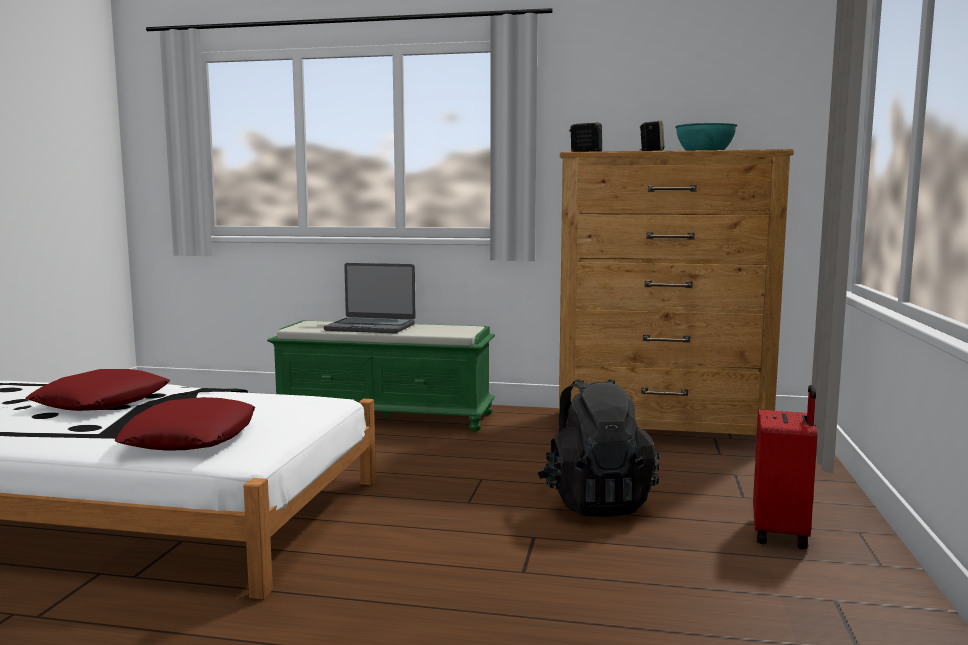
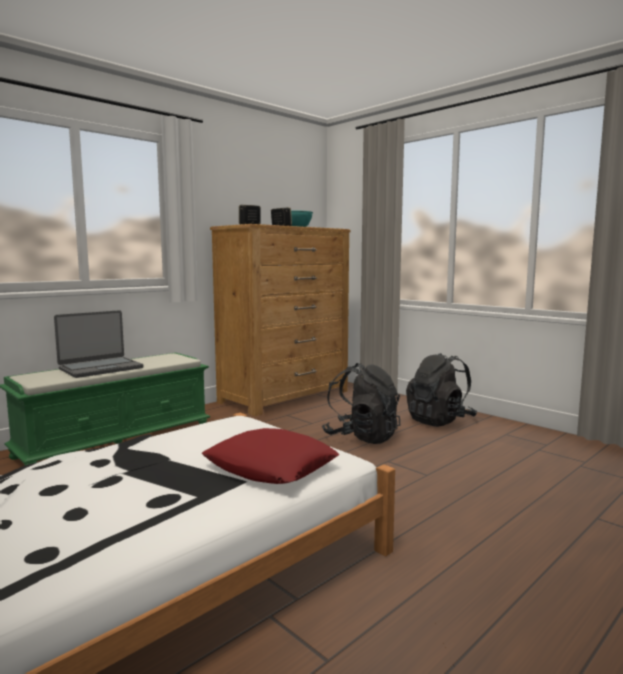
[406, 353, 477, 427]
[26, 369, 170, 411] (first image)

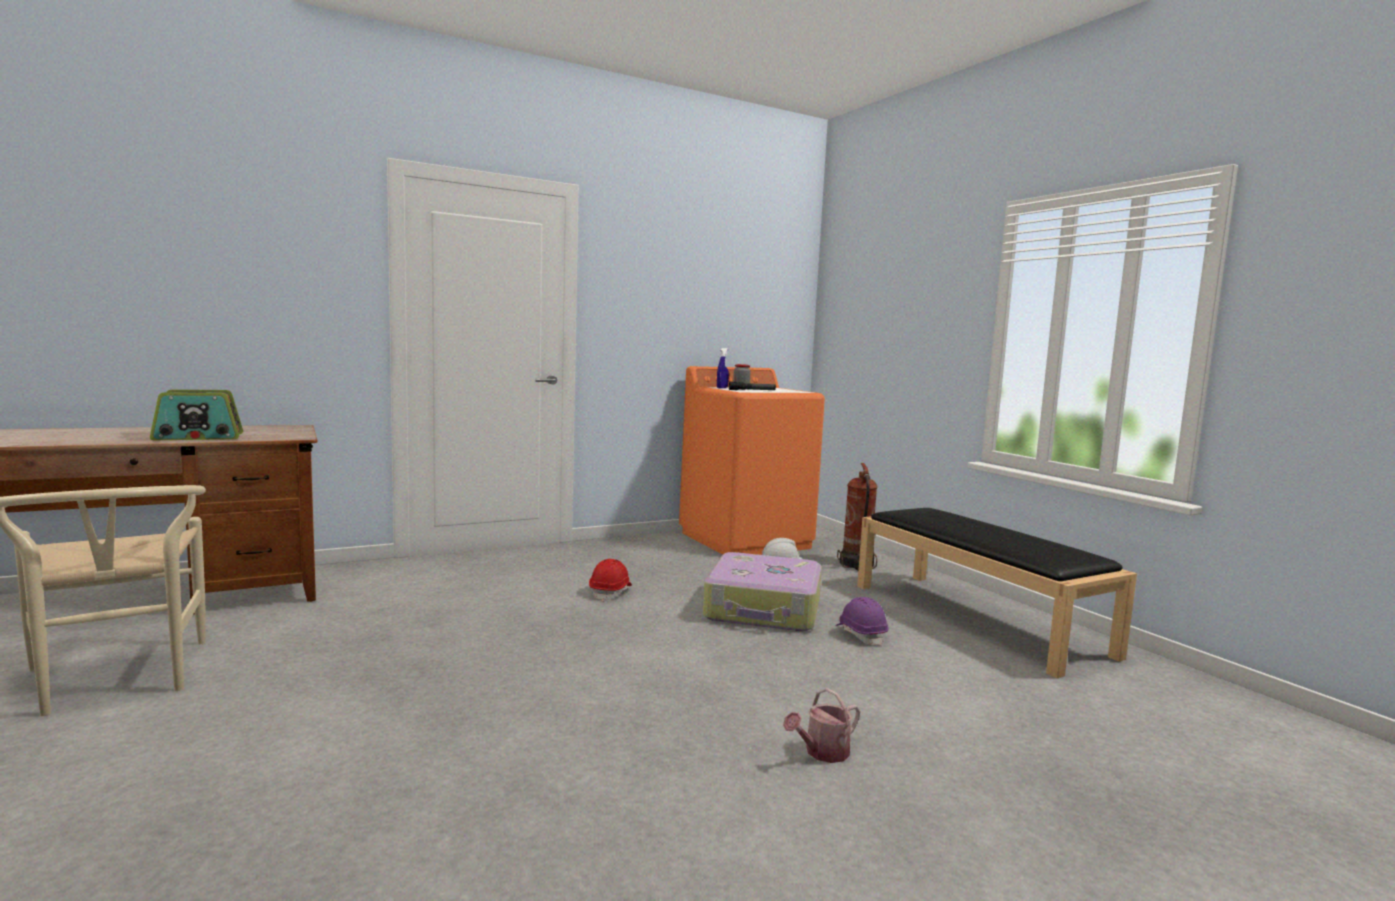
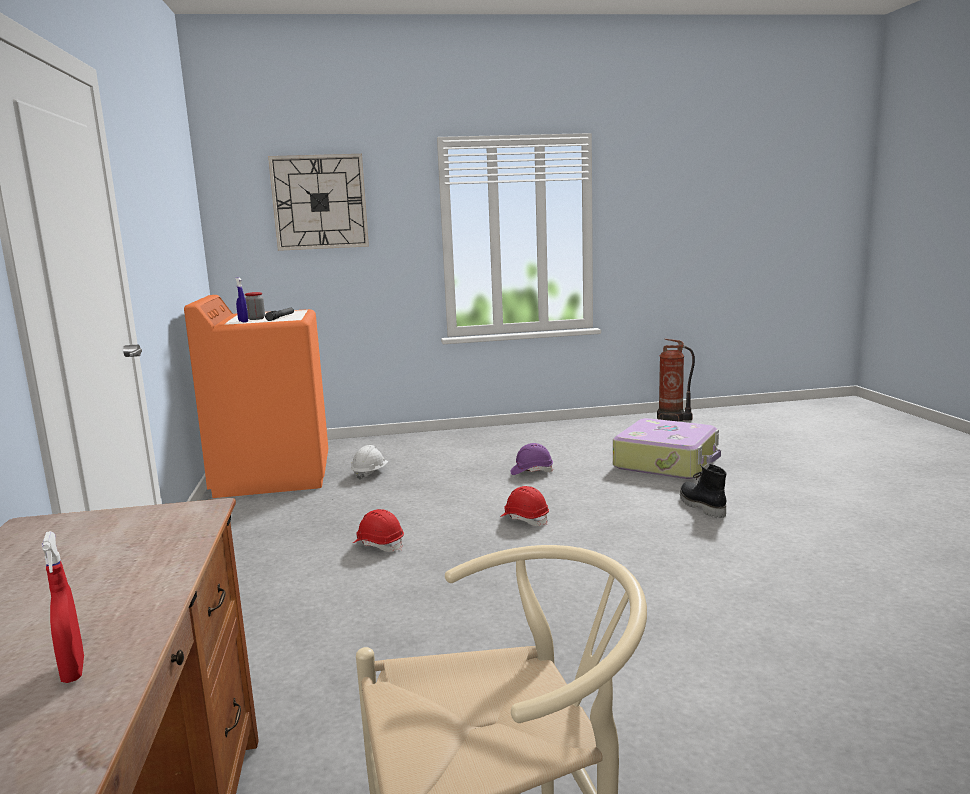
[42, 531, 84, 683]
[268, 154, 369, 251]
[500, 486, 549, 526]
[613, 418, 721, 479]
[657, 339, 695, 422]
[680, 464, 727, 518]
[150, 389, 243, 440] (first image)
[857, 508, 1137, 678] (first image)

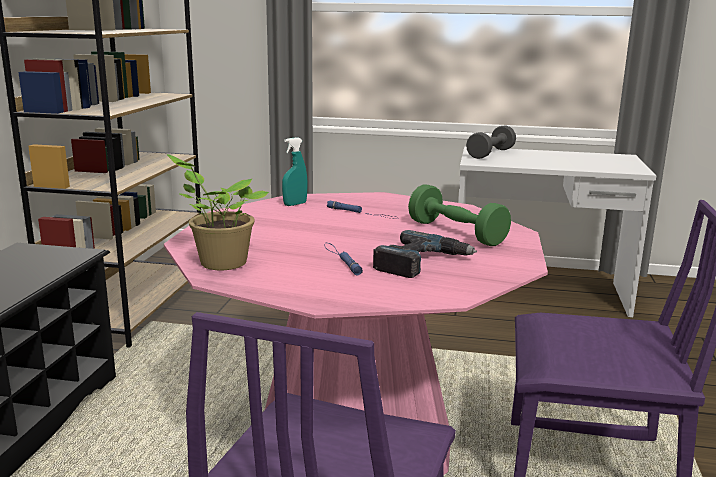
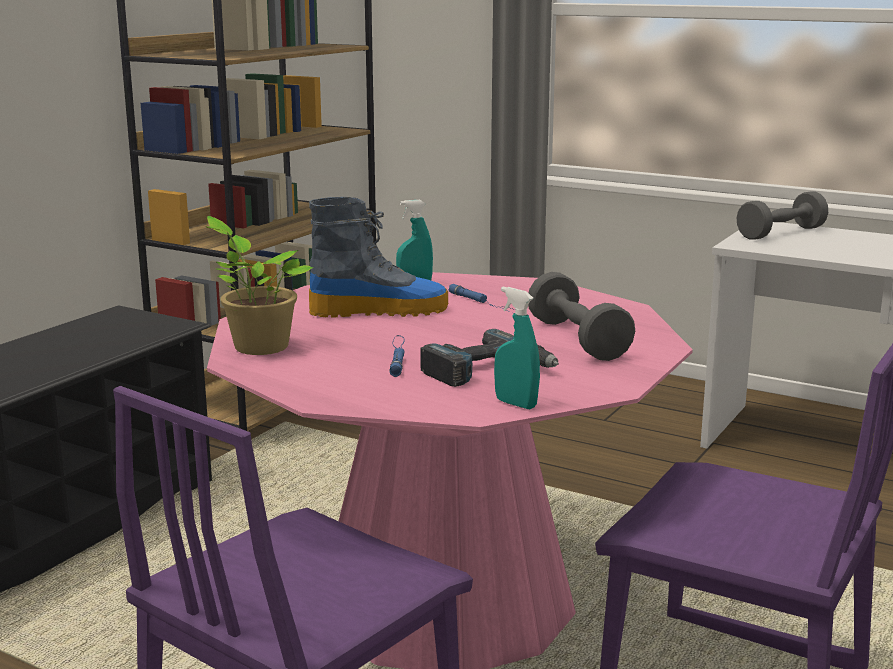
[309, 197, 448, 318]
[494, 287, 540, 409]
[528, 272, 635, 361]

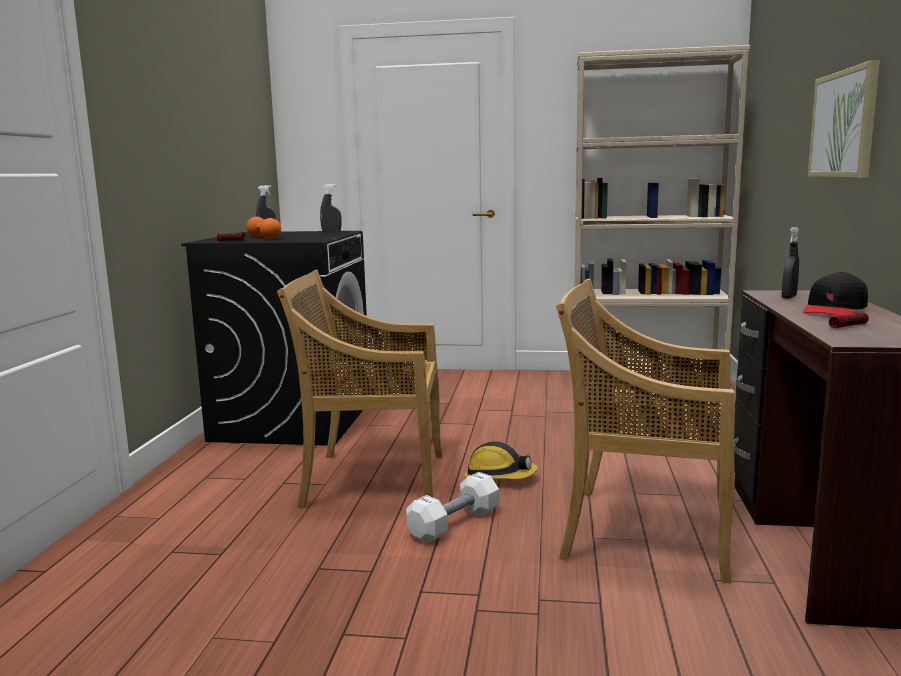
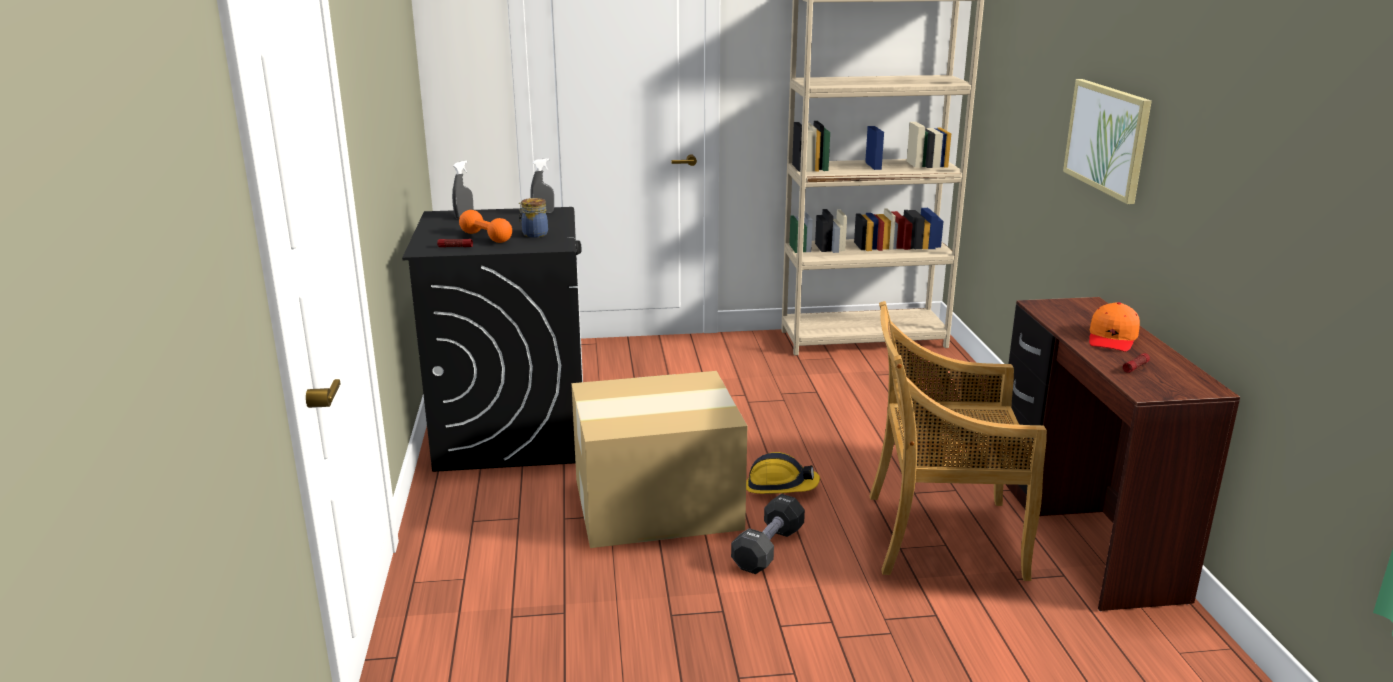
[519, 198, 548, 238]
[571, 371, 747, 548]
[731, 494, 805, 574]
[1089, 302, 1140, 352]
[782, 227, 799, 299] (first image)

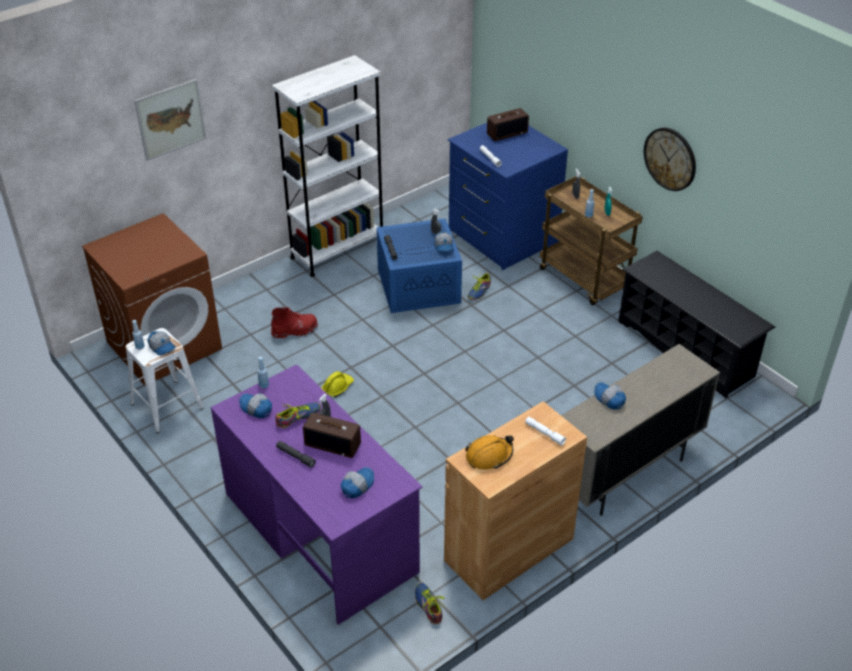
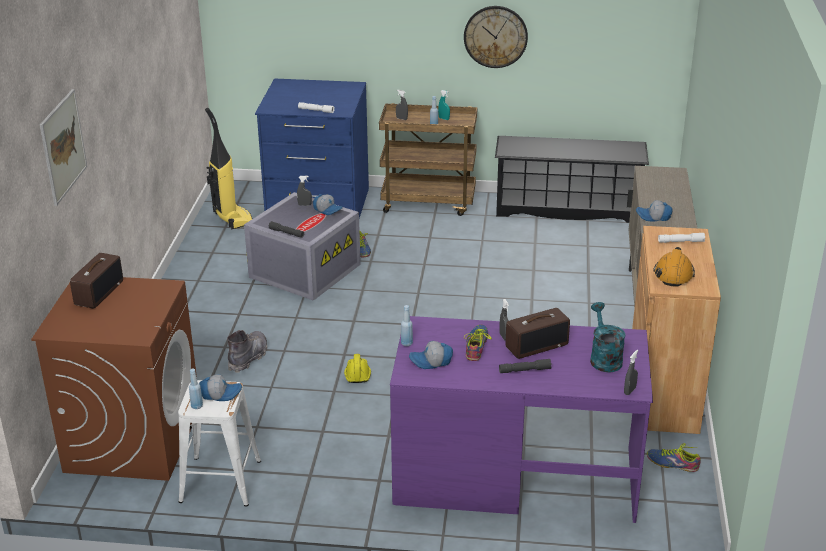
[70, 253, 123, 308]
[205, 108, 252, 229]
[227, 330, 267, 373]
[244, 192, 361, 301]
[590, 302, 626, 373]
[624, 350, 638, 395]
[271, 55, 383, 277] (first image)

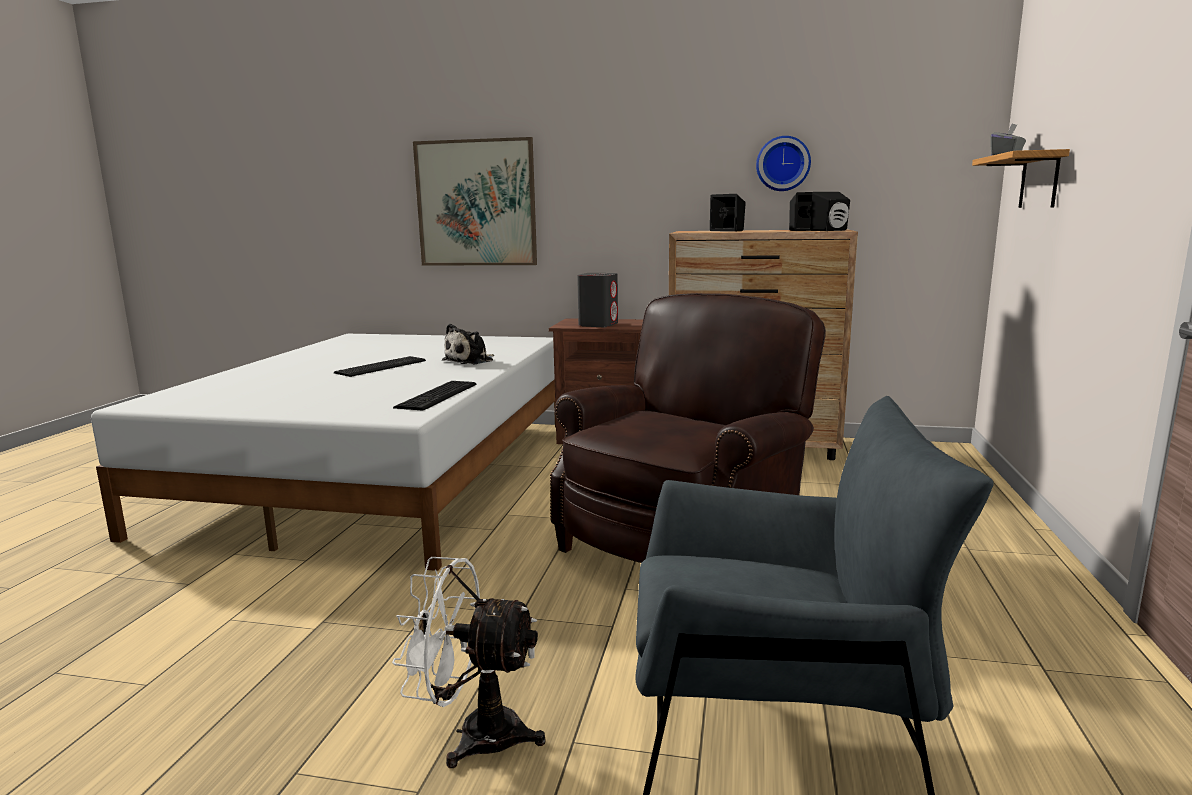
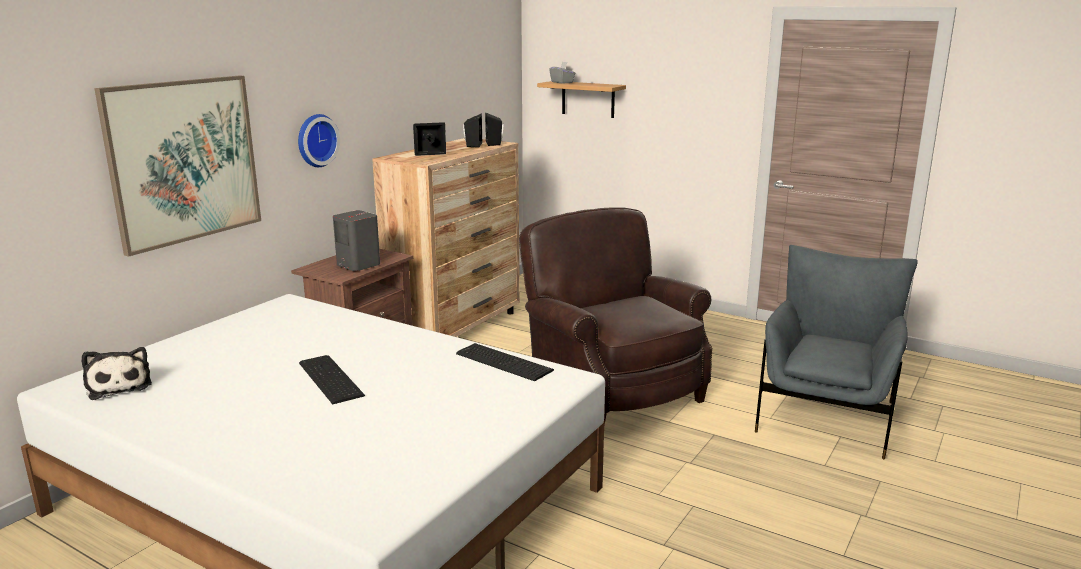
[81, 347, 152, 400]
[298, 114, 340, 167]
[392, 557, 546, 768] (first image)

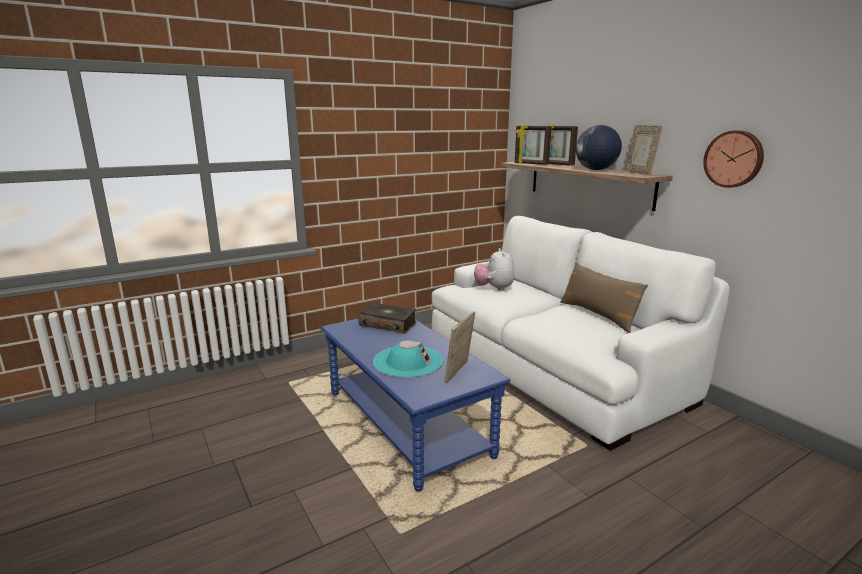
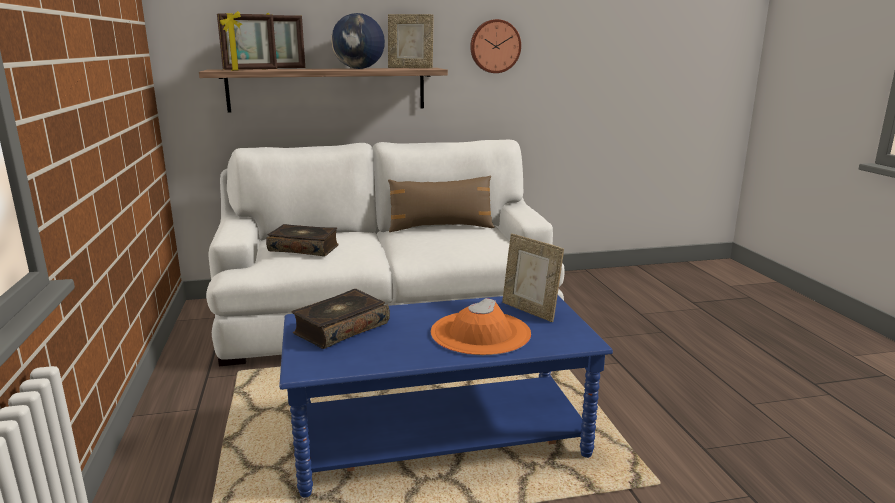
[266, 224, 339, 256]
[431, 298, 531, 355]

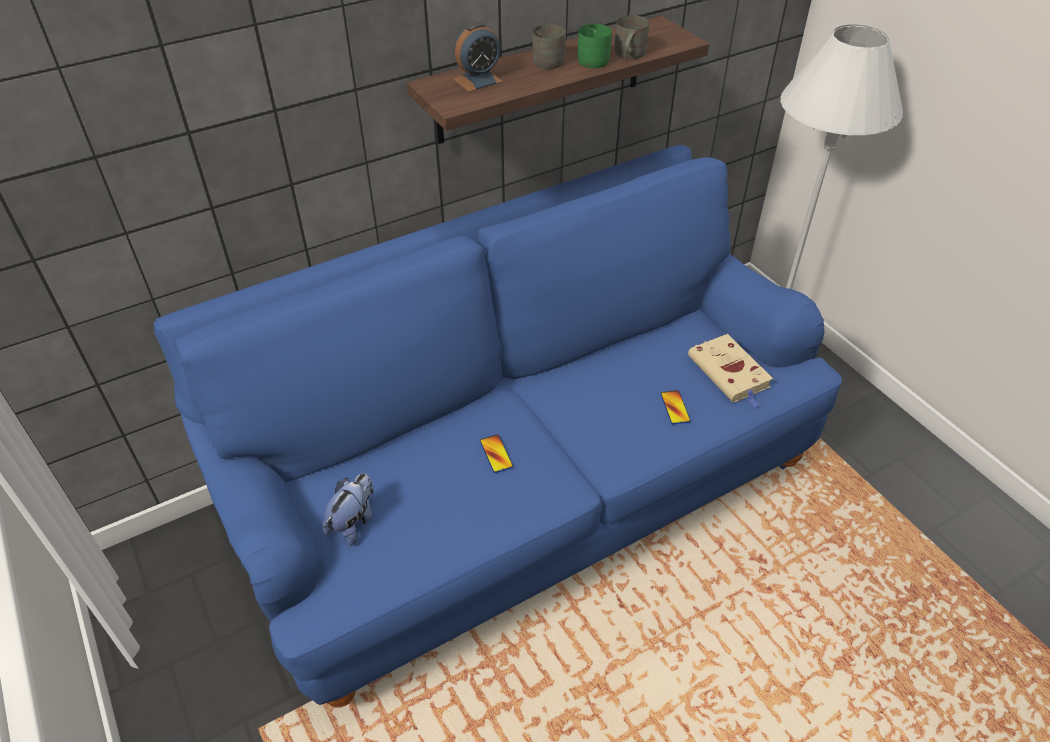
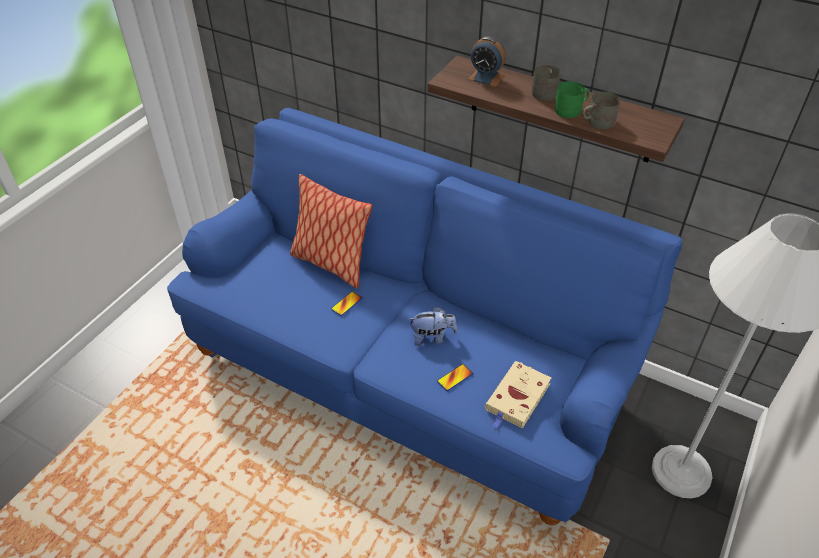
[290, 174, 373, 288]
[409, 307, 457, 346]

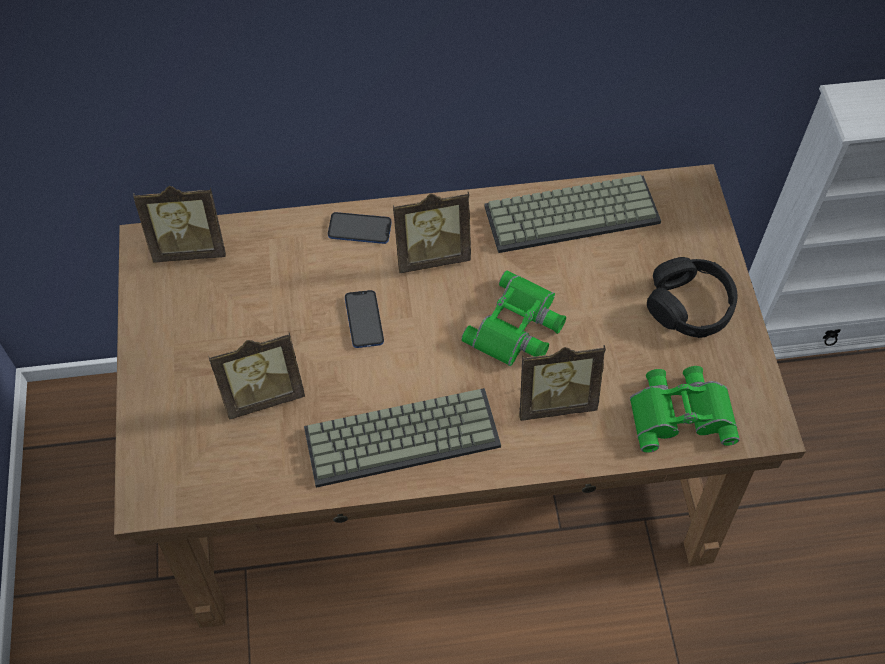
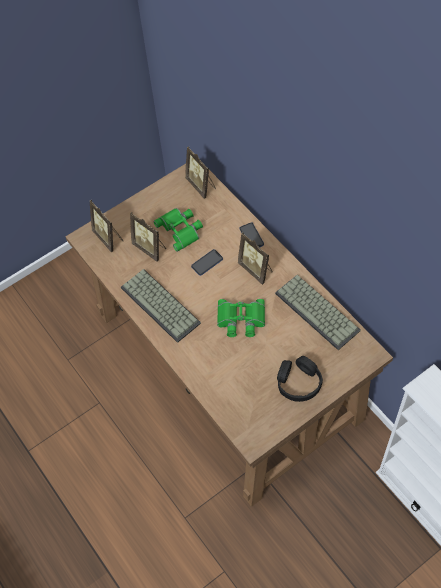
[90, 200, 123, 252]
[154, 208, 203, 252]

